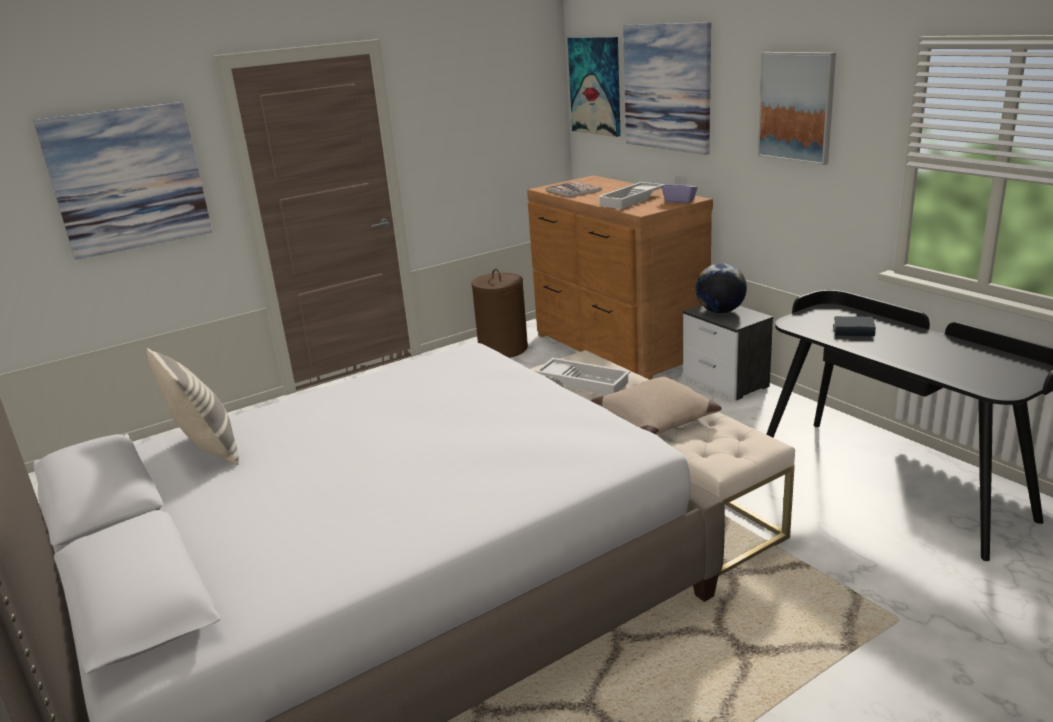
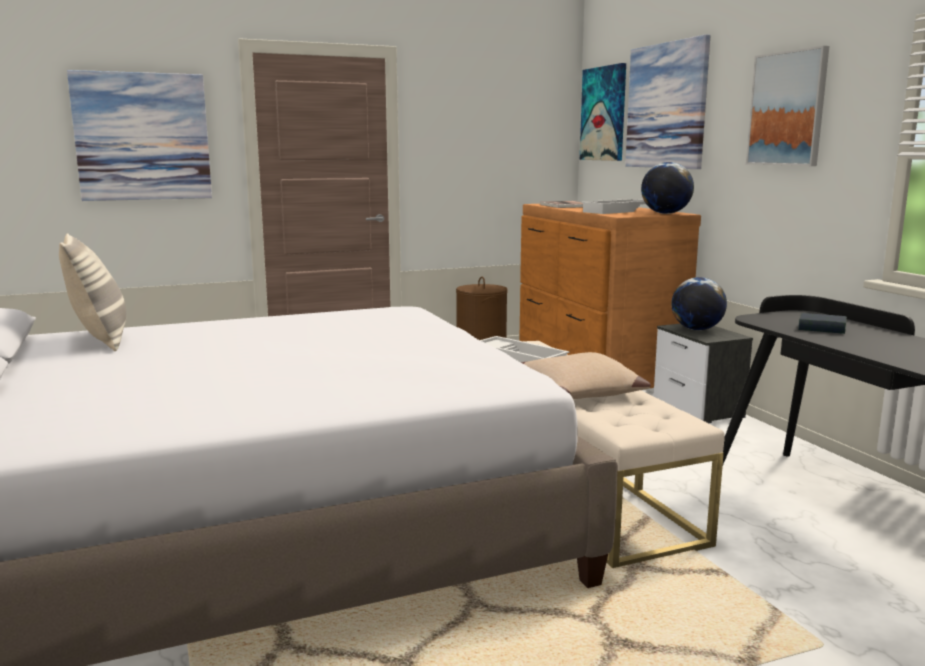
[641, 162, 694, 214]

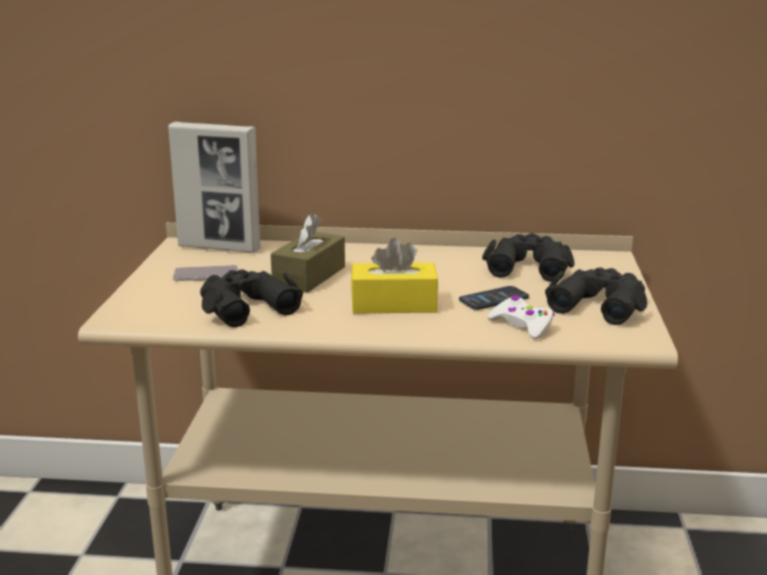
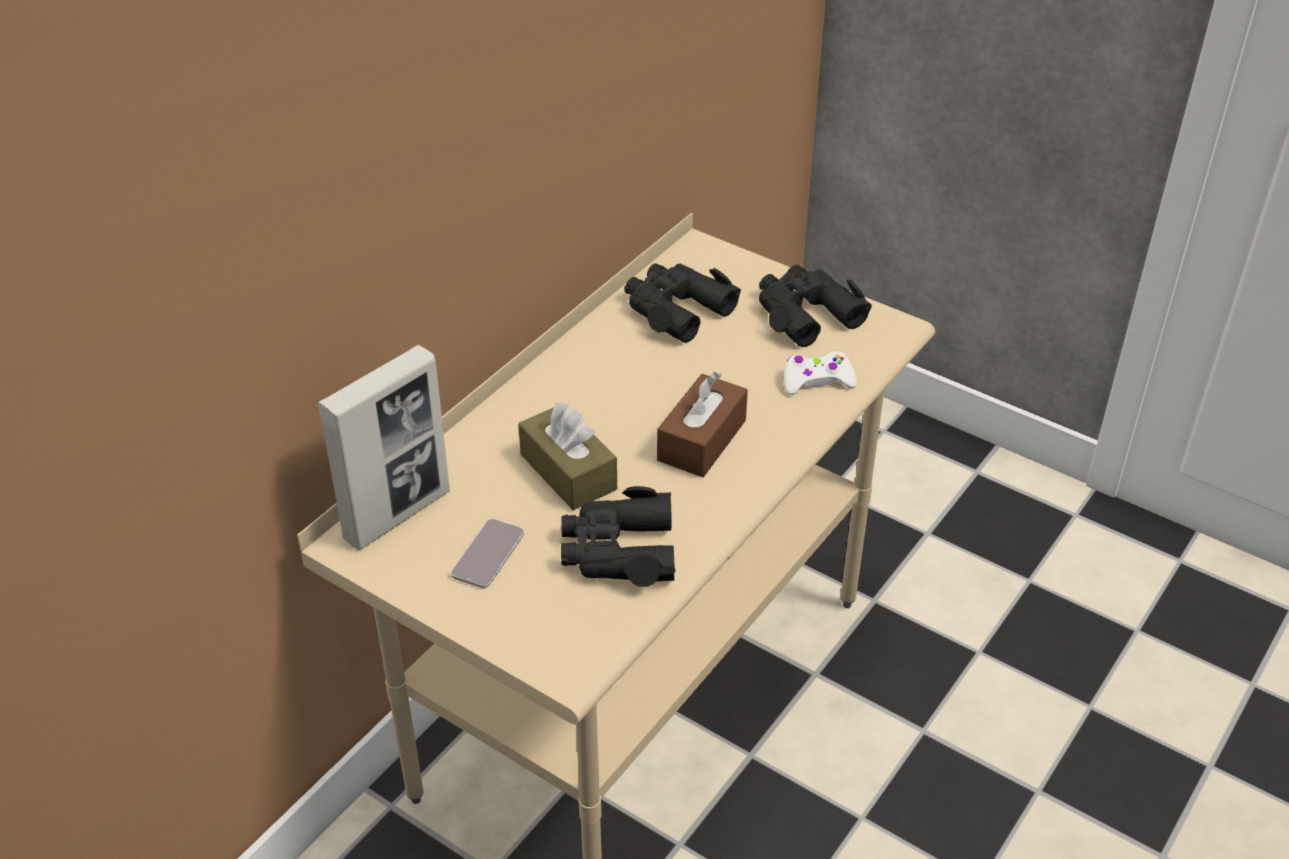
[657, 372, 748, 477]
[459, 286, 529, 310] (first image)

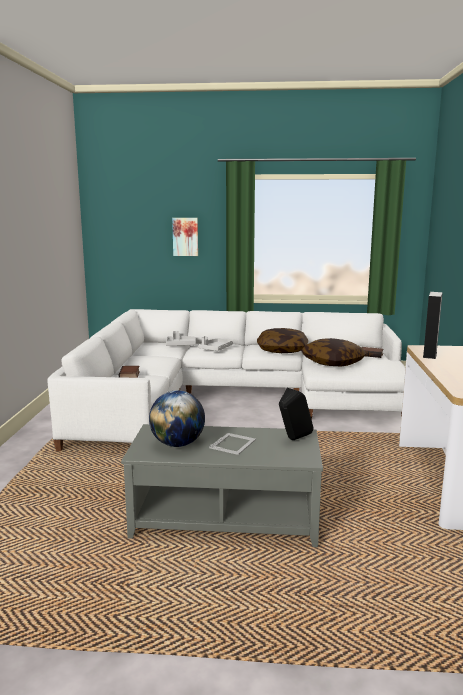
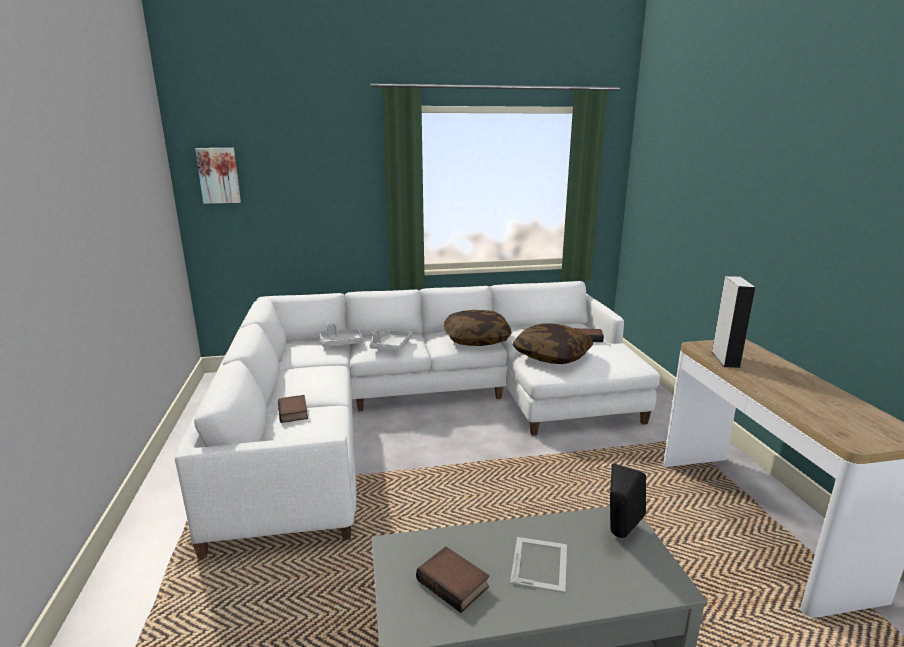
[195, 148, 241, 204]
[416, 547, 489, 613]

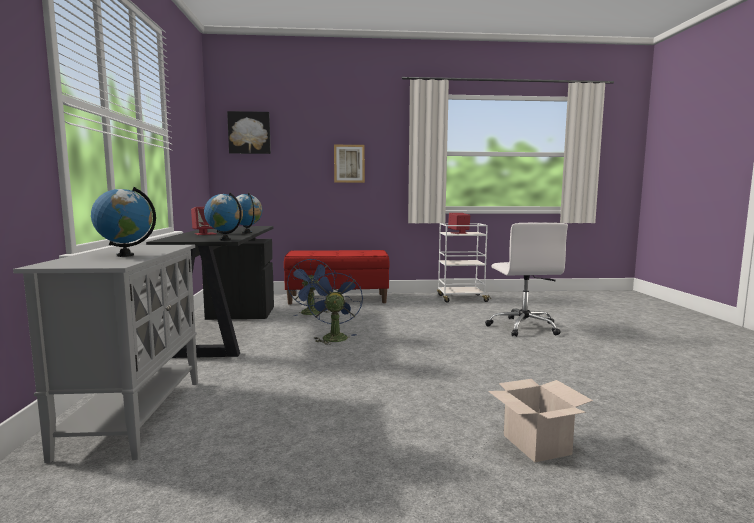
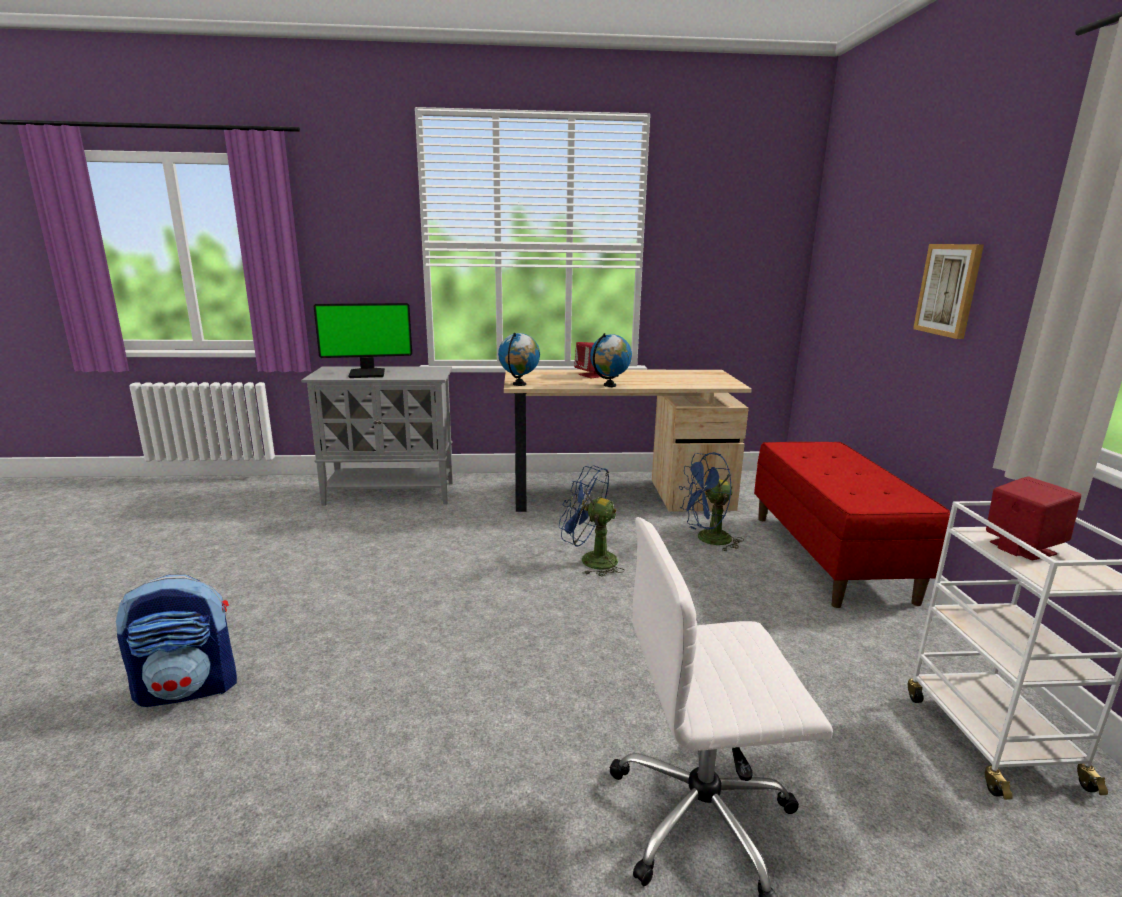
[116, 575, 237, 707]
[314, 303, 412, 378]
[504, 370, 752, 512]
[559, 466, 625, 577]
[227, 111, 271, 154] (first image)

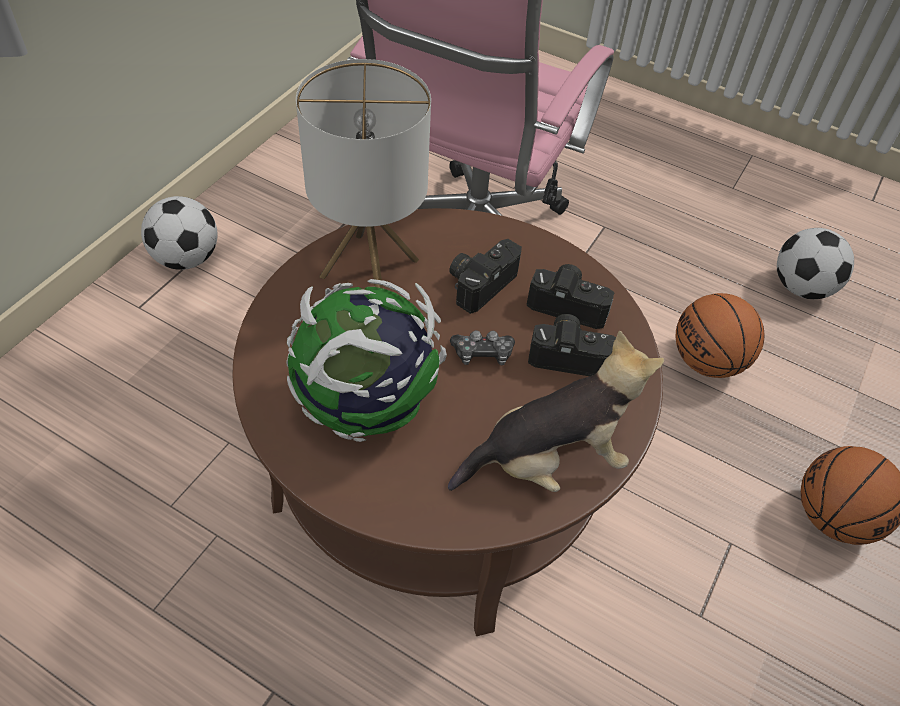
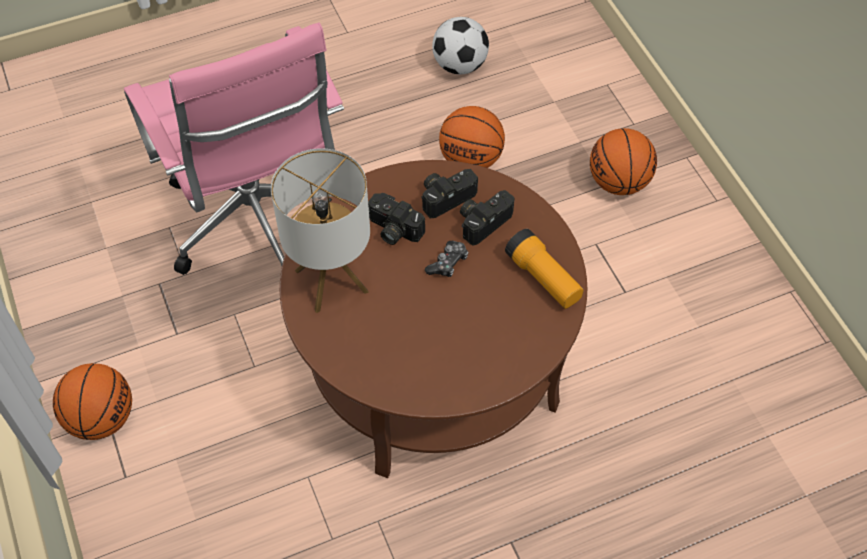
[53, 363, 132, 440]
[368, 193, 425, 245]
[505, 229, 584, 309]
[286, 279, 447, 442] (first image)

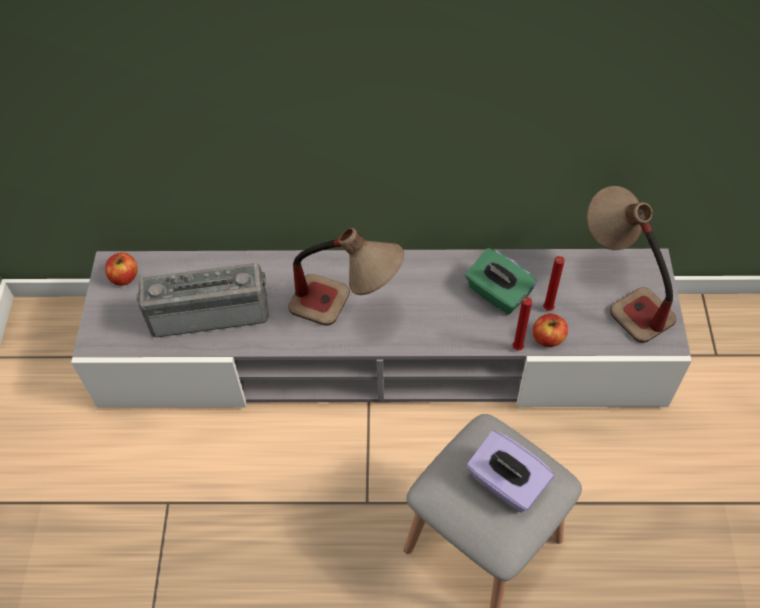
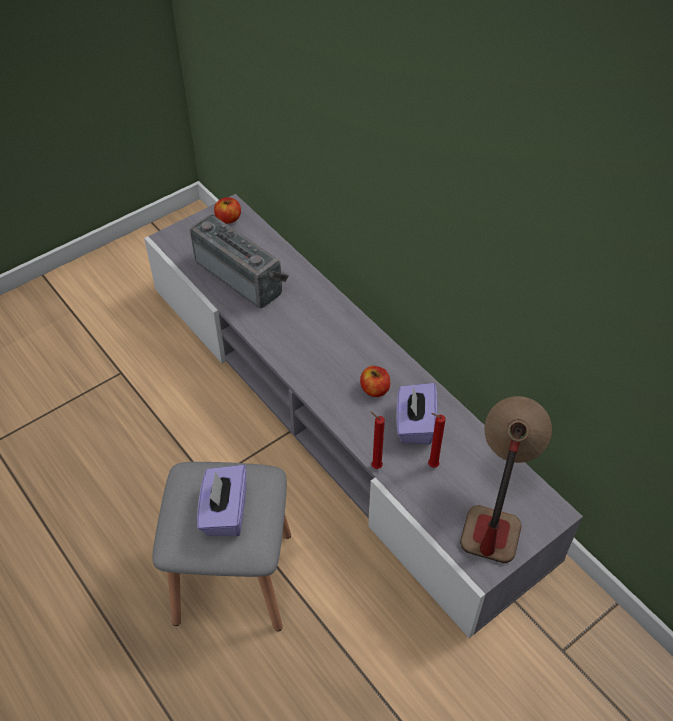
[360, 366, 390, 397]
[397, 383, 438, 444]
[288, 228, 404, 326] (first image)

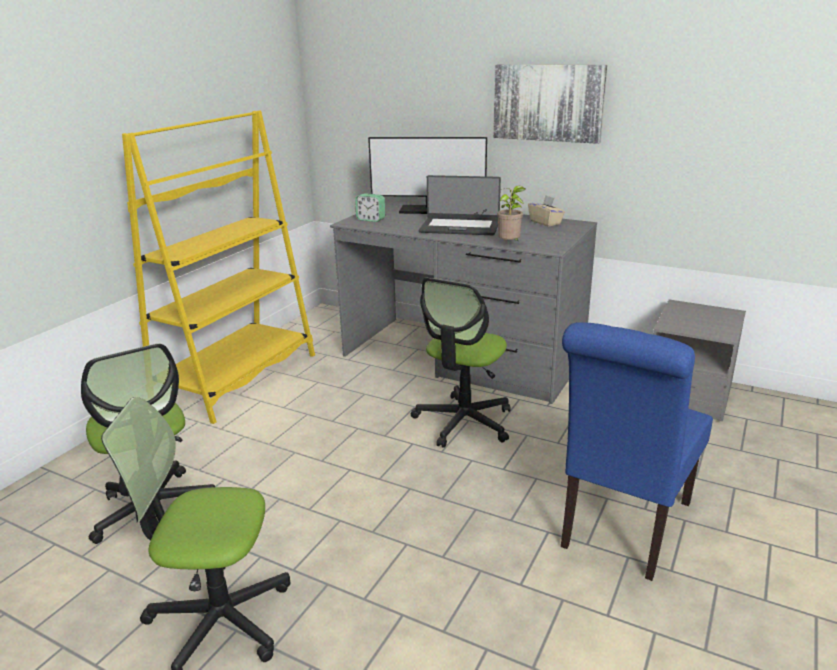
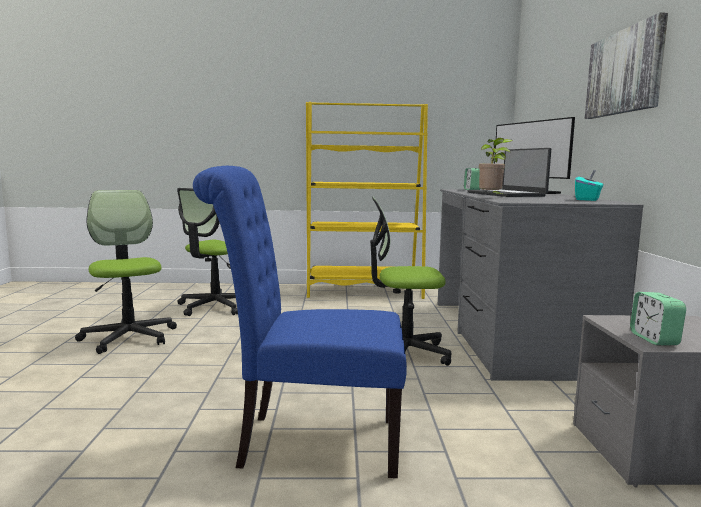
[575, 170, 603, 201]
[630, 292, 686, 345]

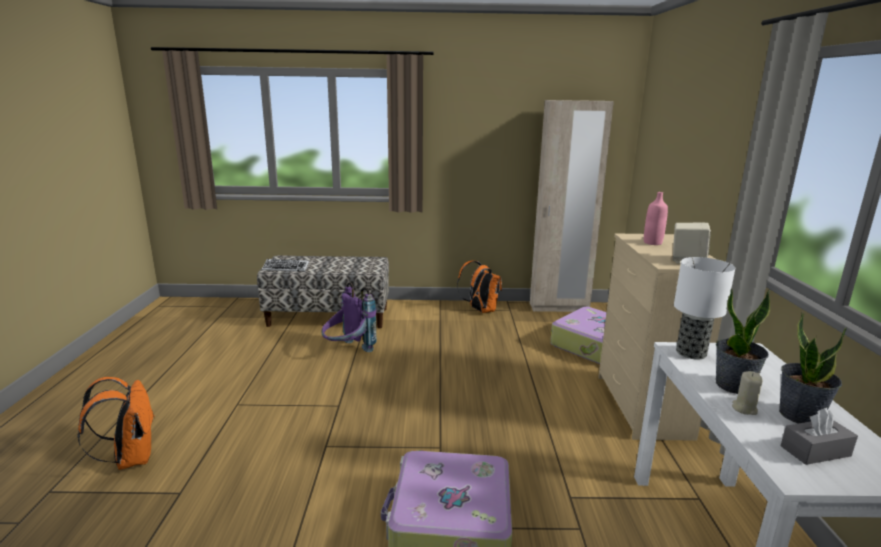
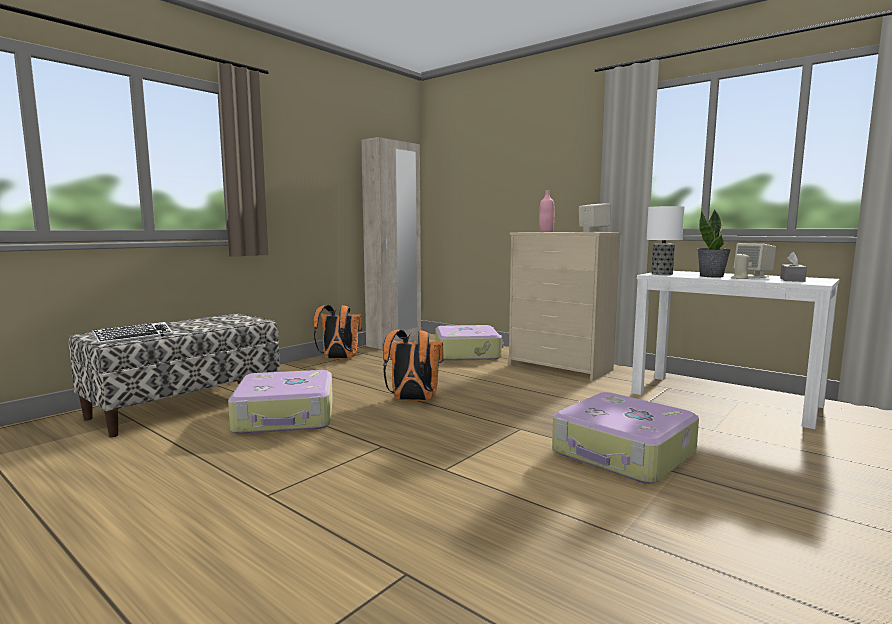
[228, 370, 333, 434]
[383, 329, 444, 401]
[734, 243, 776, 278]

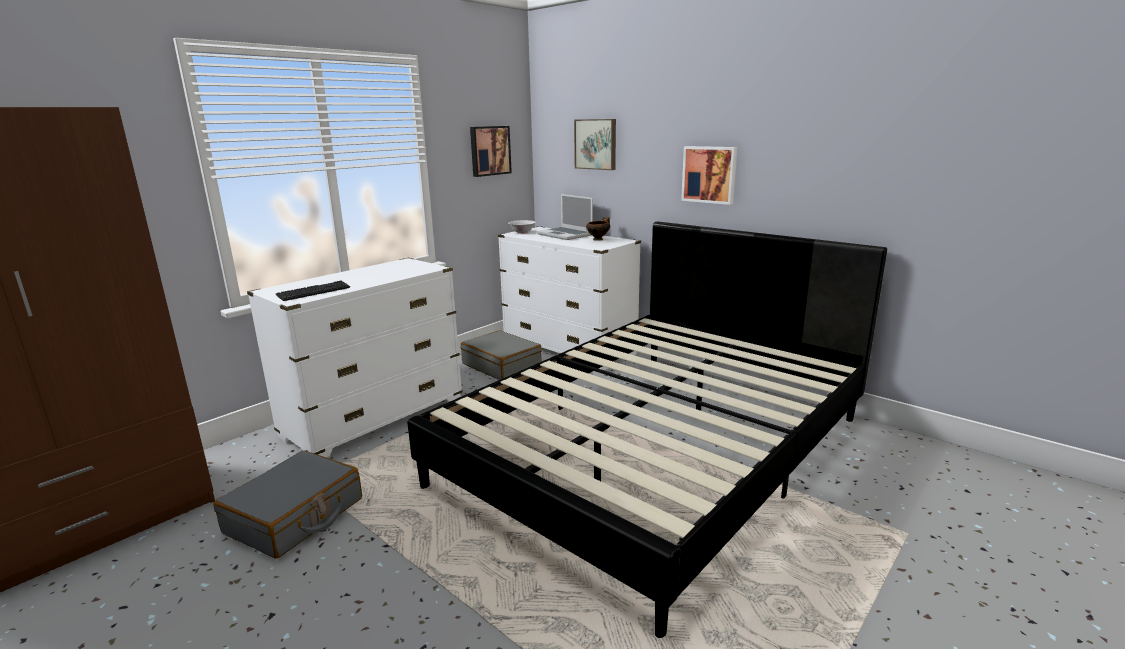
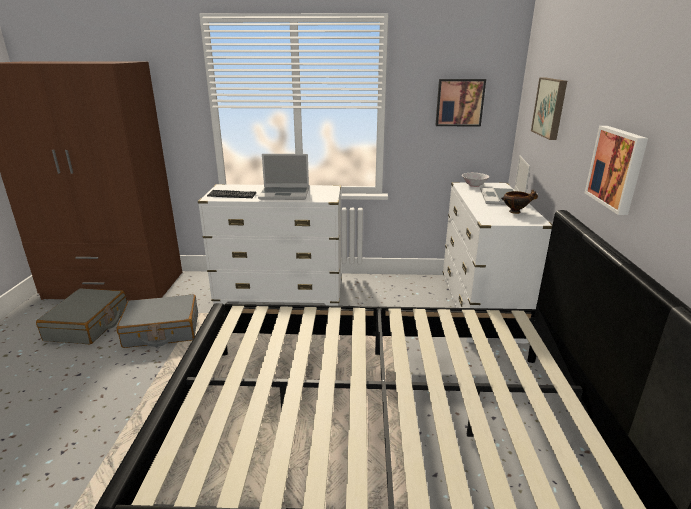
[36, 288, 127, 344]
[258, 154, 309, 200]

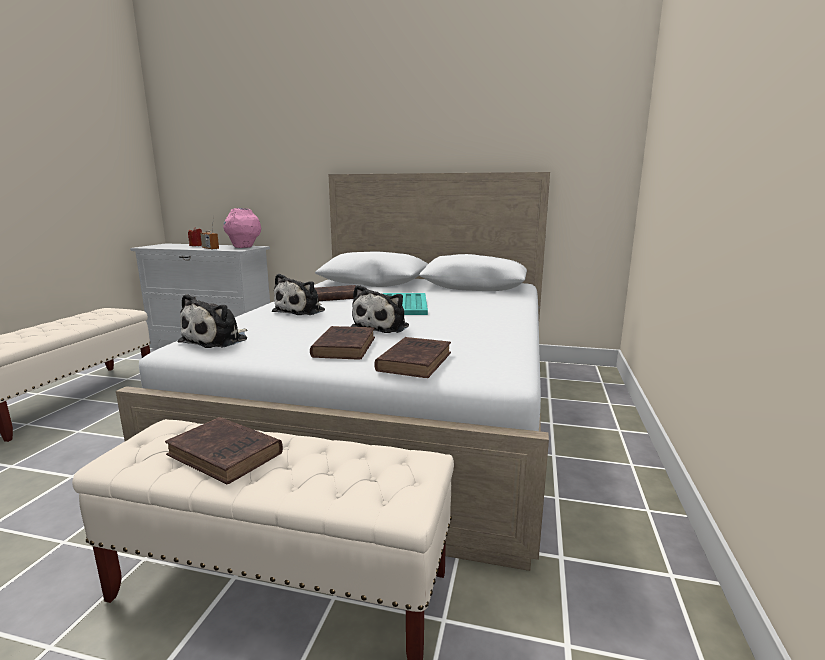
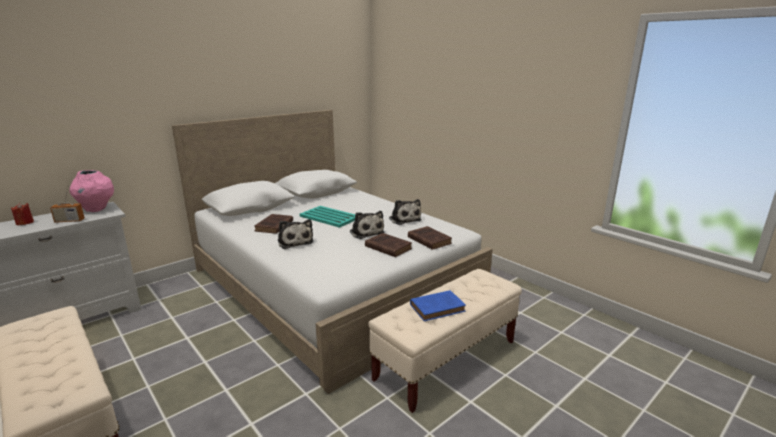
[389, 199, 422, 225]
[410, 290, 466, 321]

